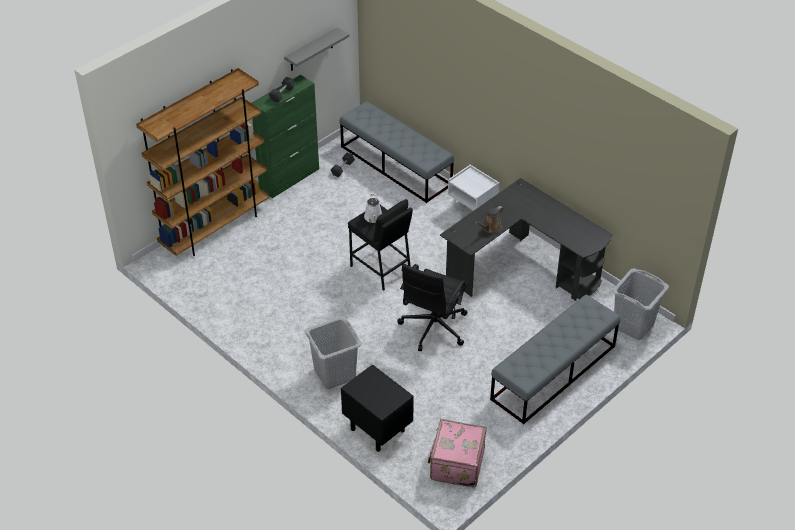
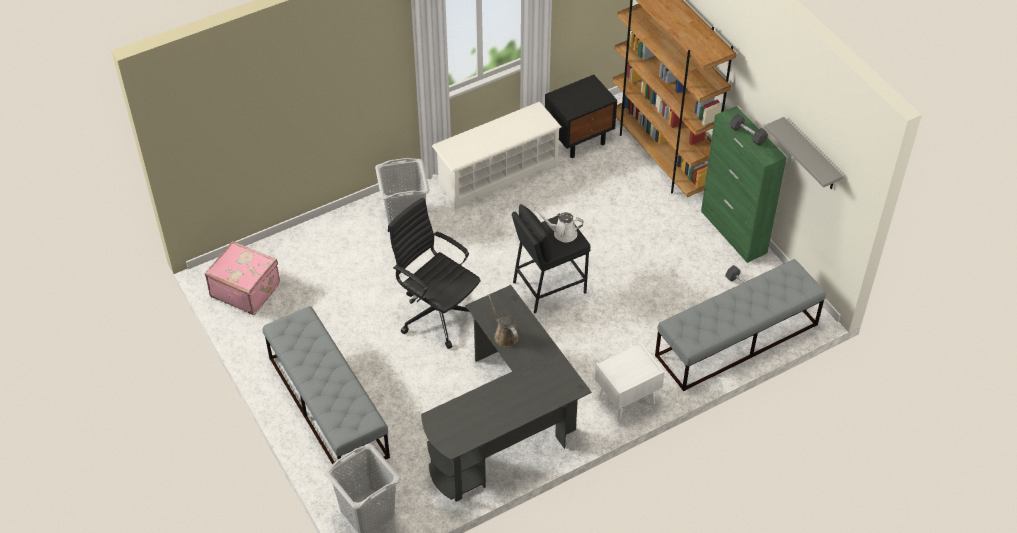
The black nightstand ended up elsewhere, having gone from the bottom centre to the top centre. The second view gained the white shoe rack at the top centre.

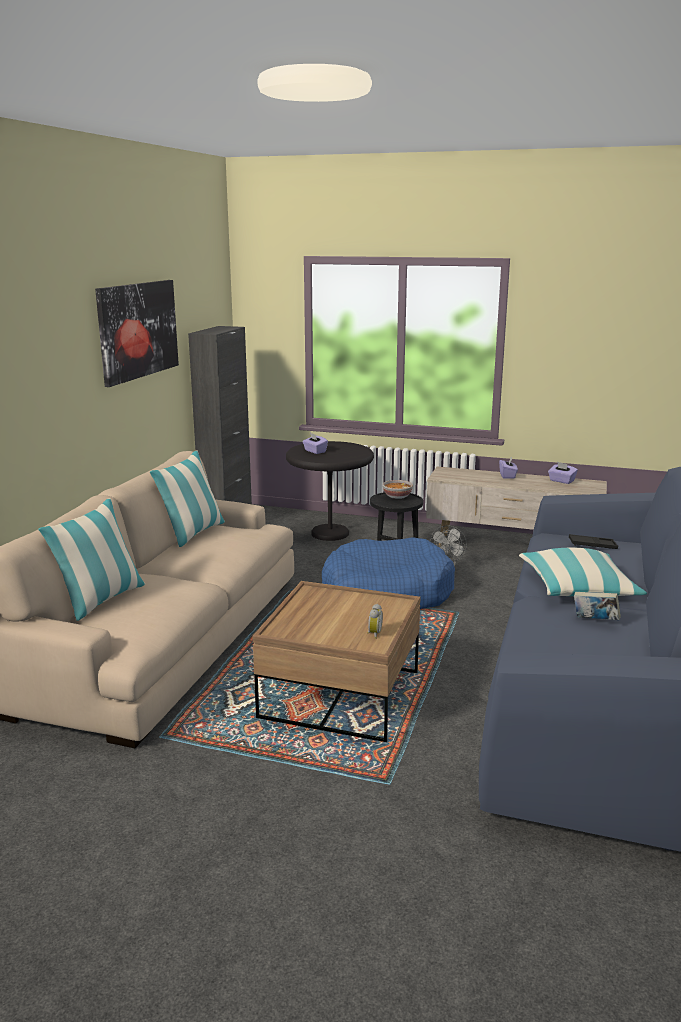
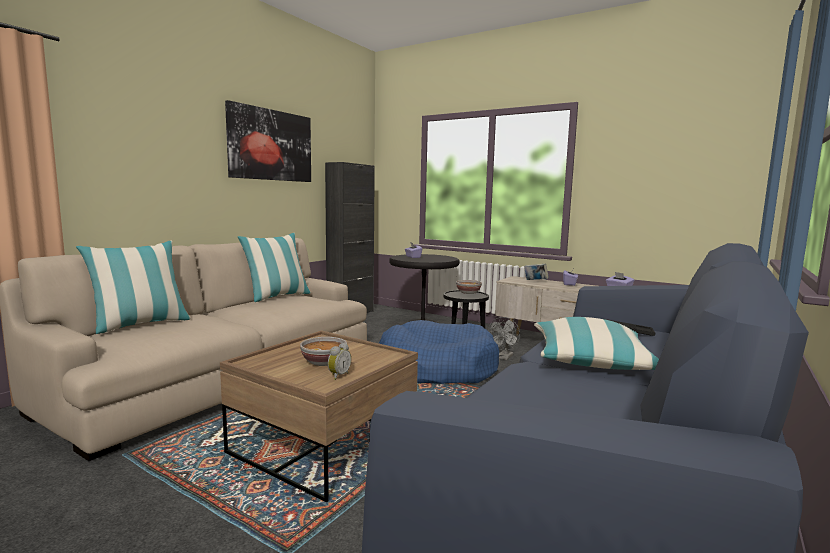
The book ended up elsewhere, having gone from the middle right to the centre. The second view gained the bowl (no. 1 from left) at the centre.

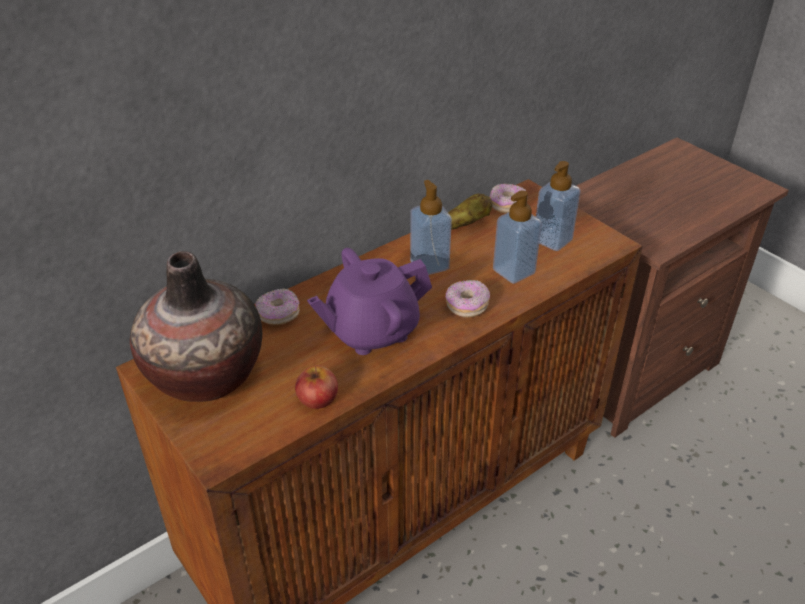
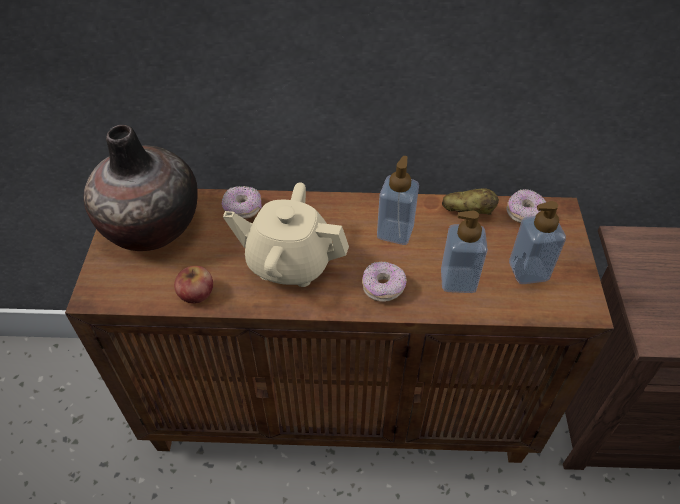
What was the purple teapot at the centre turned into the beige teapot at the centre.

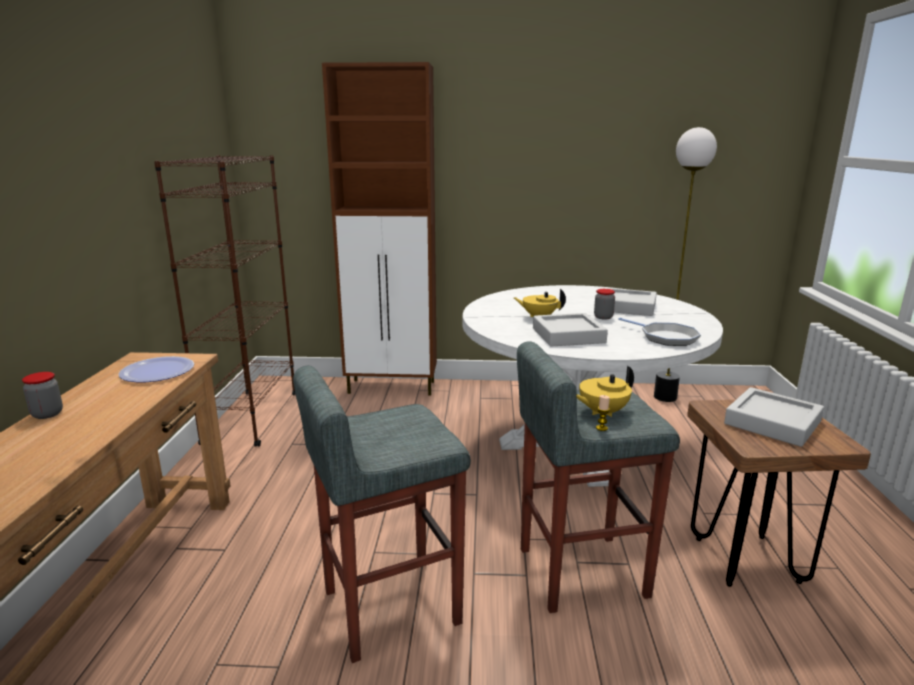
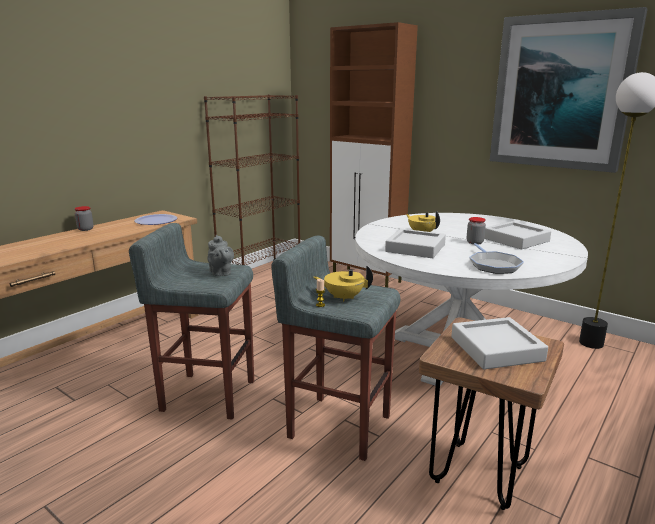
The second view gained the grey teapot at the centre. The second view gained the picture at the top right.

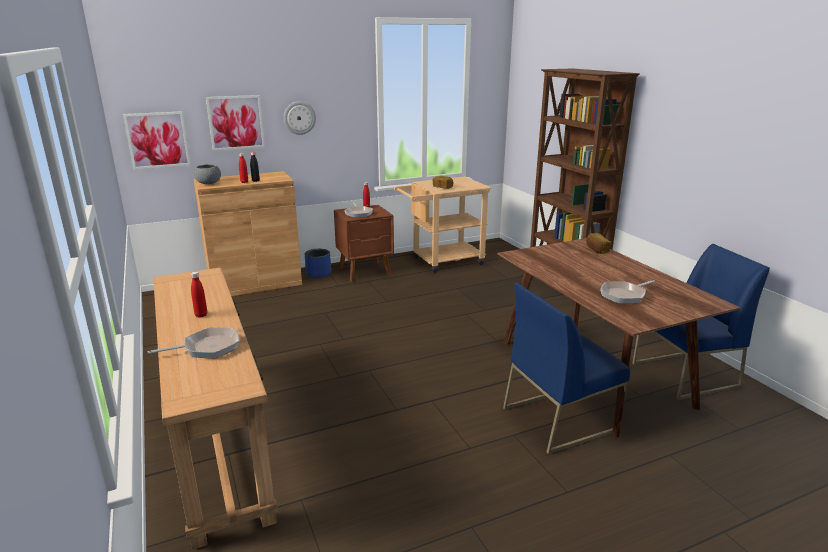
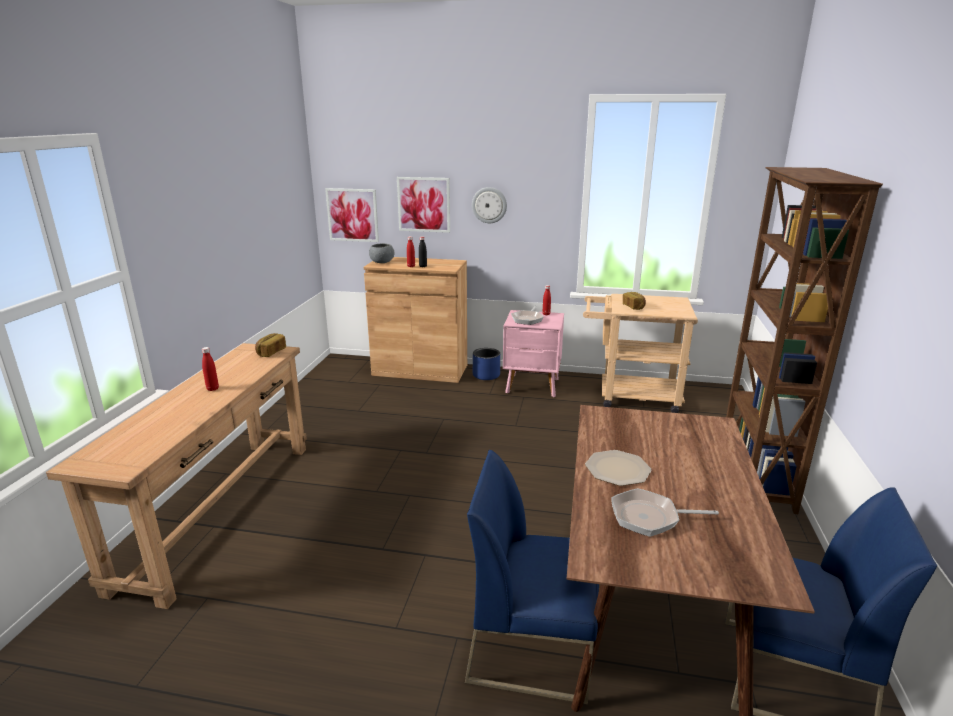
The second view lost the frying pan (no. 1 from left) at the middle left. What was the brown nightstand at the centre turned into the pink nightstand at the centre. The bread (no. 2 from left in the first image) ended up elsewhere, having gone from the middle right to the middle left. The second view gained the plate at the centre.

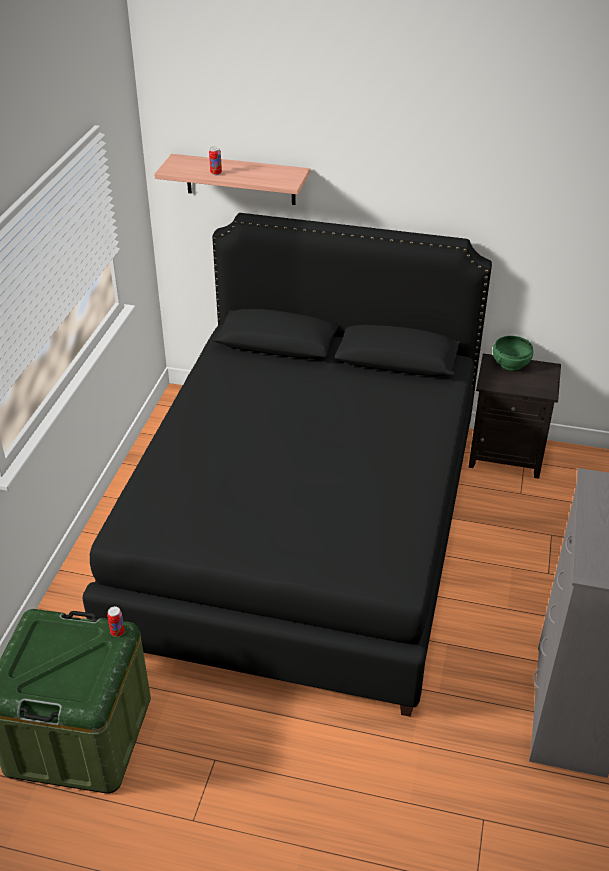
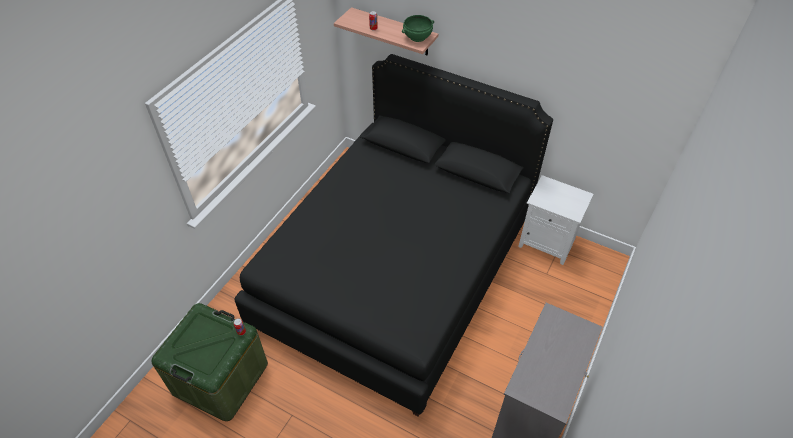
What was the black nightstand at the middle right turned into the white nightstand at the middle right. The green bowl ended up elsewhere, having gone from the middle right to the top centre.

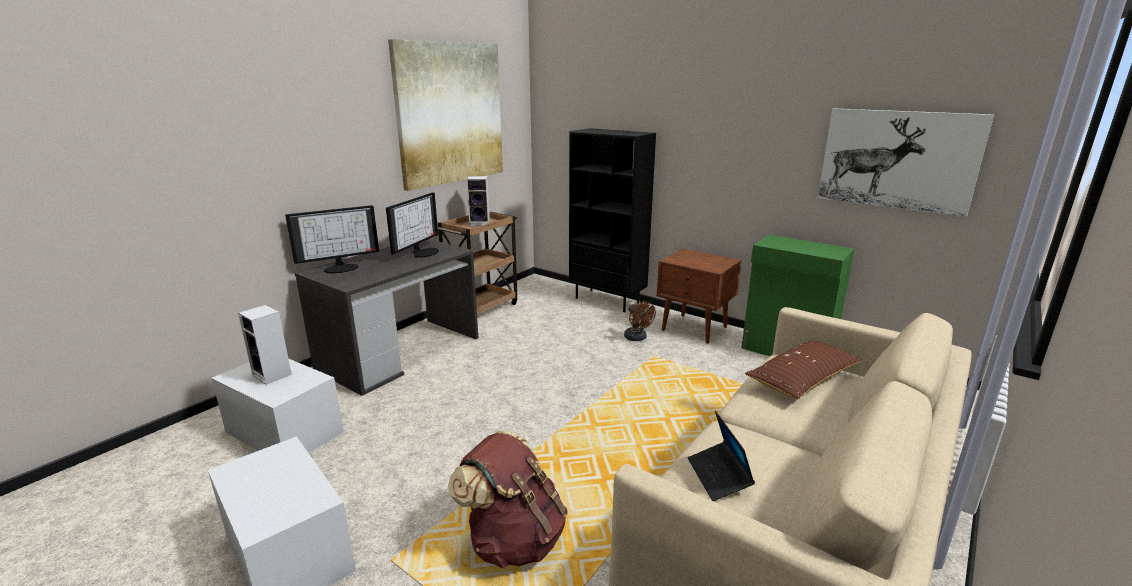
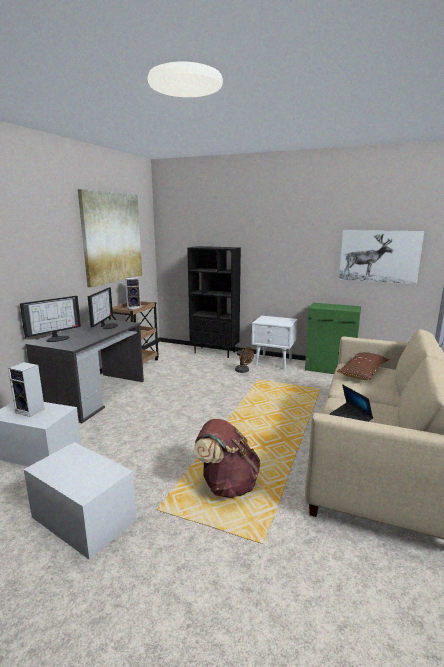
What was the brown nightstand at the centre turned into the white nightstand at the centre.

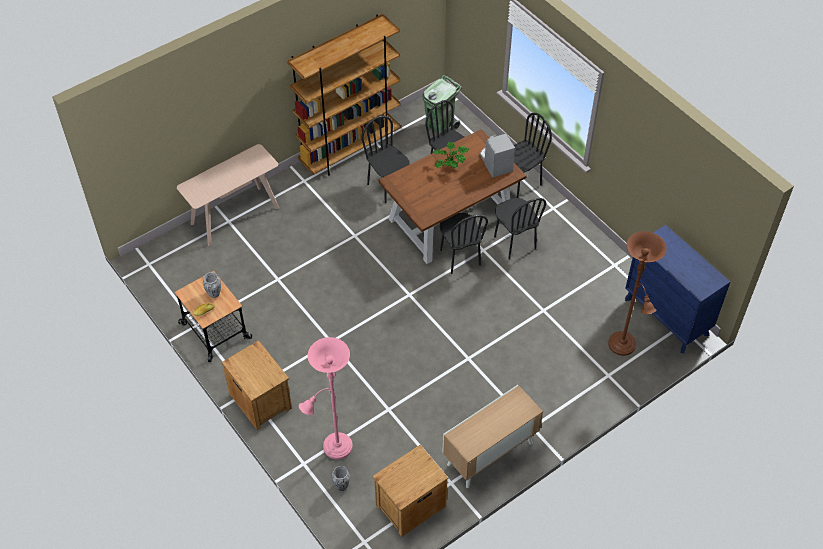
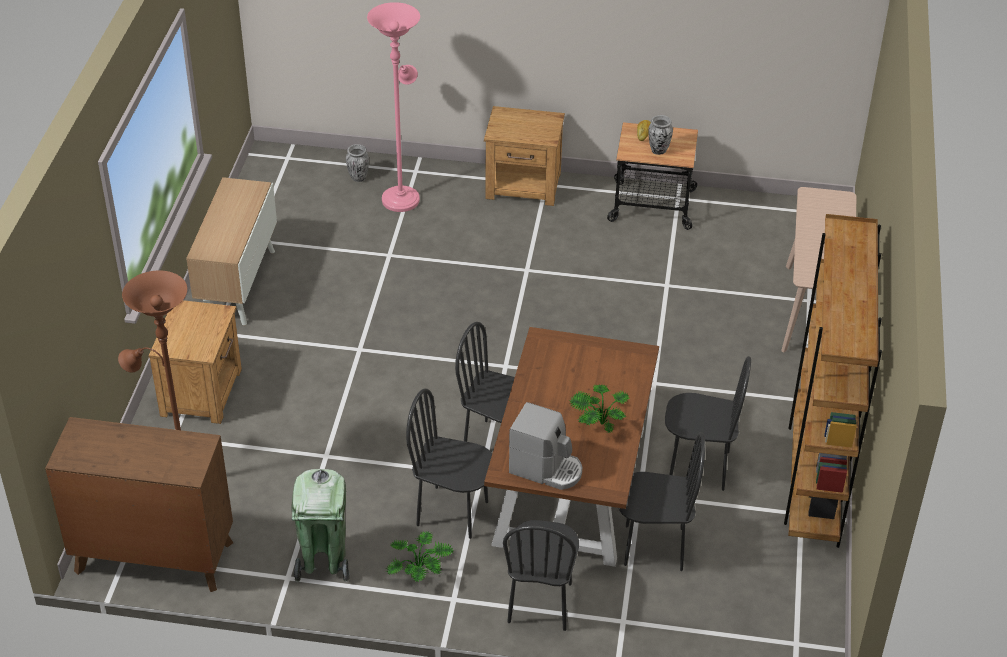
The brown nightstand (no. 2 from left in the first image) ended up elsewhere, having gone from the bottom centre to the middle left. The green trash can ended up elsewhere, having gone from the top centre to the bottom left. What was the blue dresser at the middle right turned into the brown dresser at the bottom left. The second view gained the potted plant (no. 1 from left) at the bottom centre.

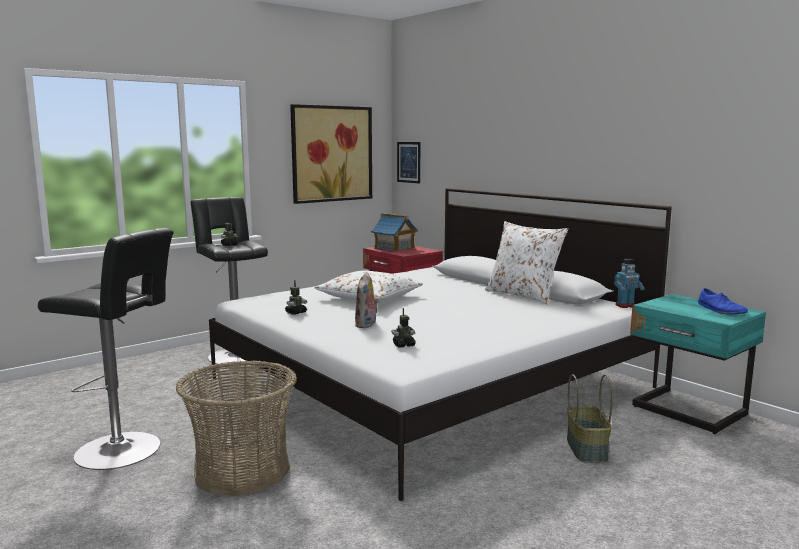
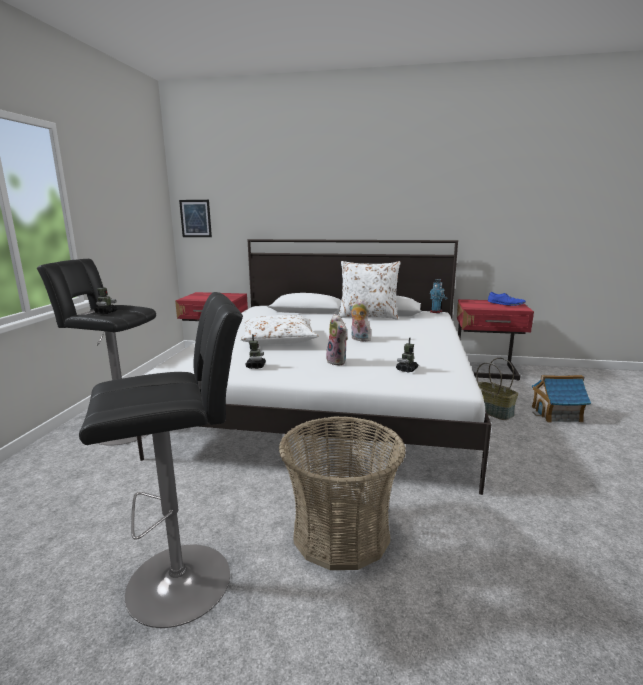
The second view lost the picture (no. 1 from left) at the top centre. The toy house ended up elsewhere, having gone from the centre to the middle right. What was the turquoise nightstand at the middle right turned into the red nightstand (no. 2 from left) at the middle right. The second view gained the plush toy (no. 2 from left) at the centre.

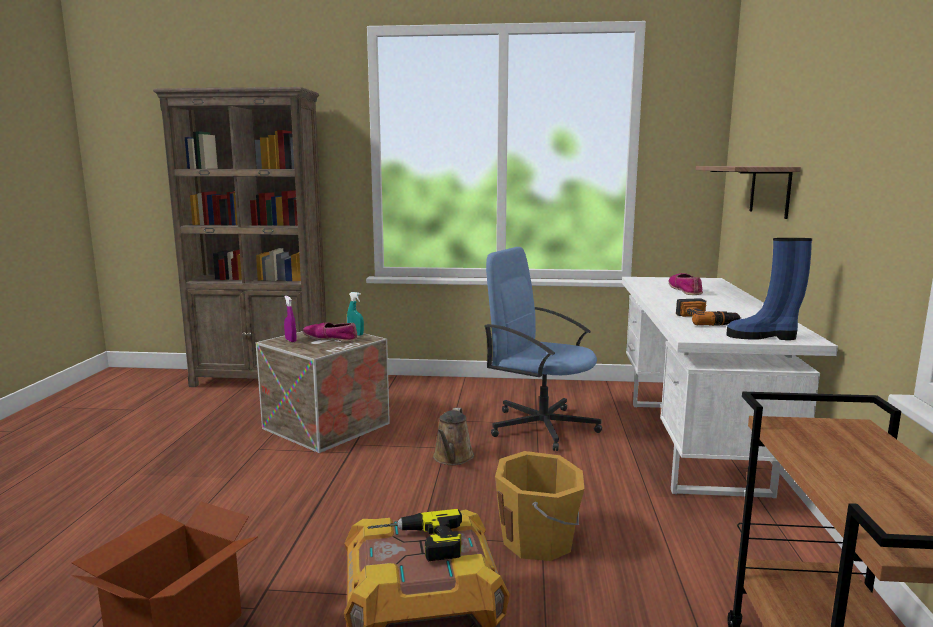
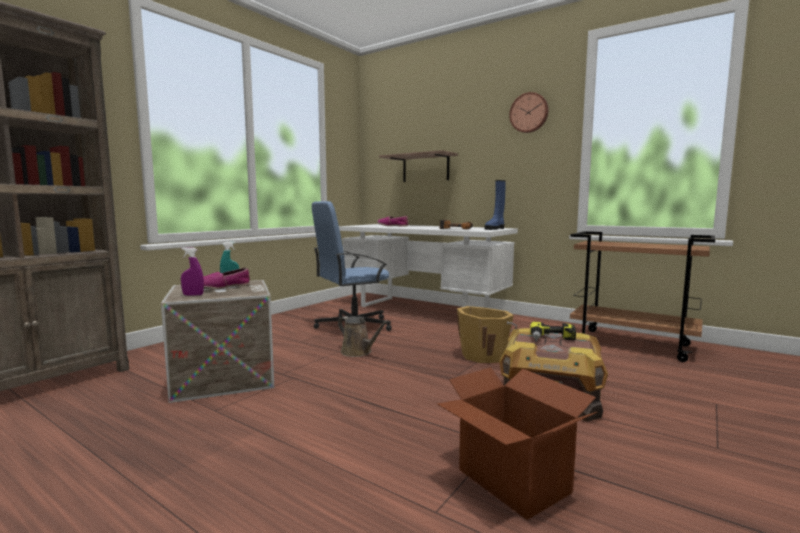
The second view gained the wall clock at the top centre.

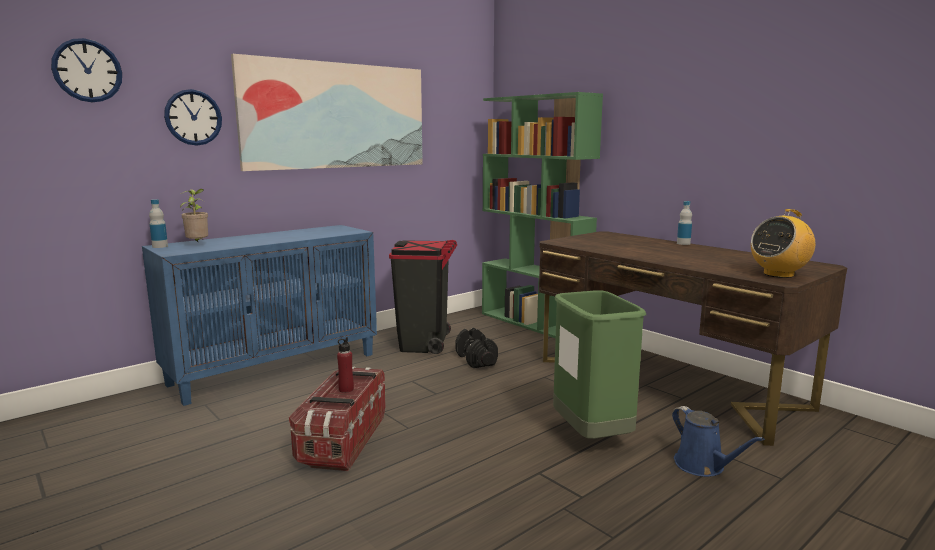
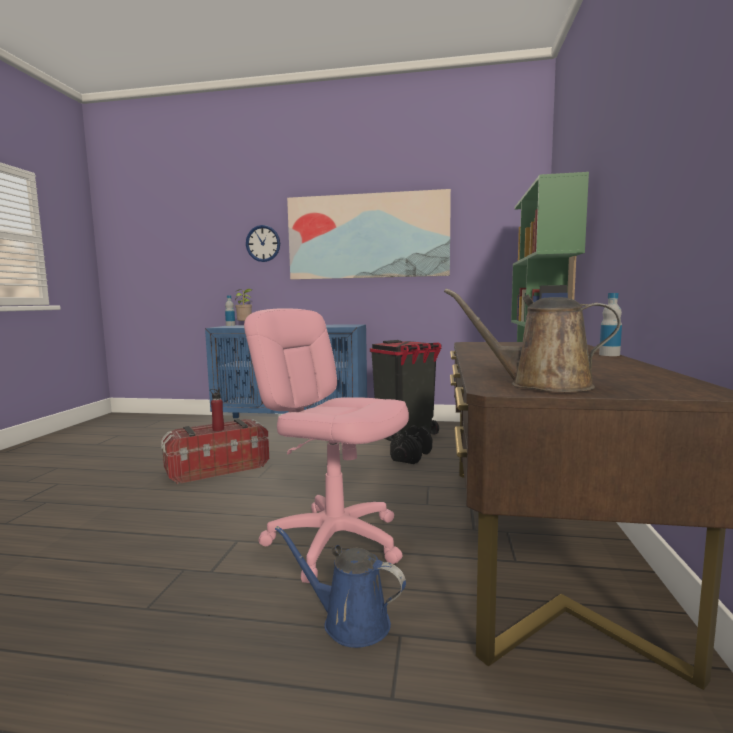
The second view lost the wall clock (no. 1 from left) at the top left. Where the green trash can stood at the centre, the pink office chair came to stand at the centre. The blue watering can at the bottom right ended up facing another way, 90 degrees clockwise from before. Where the radio stood at the middle right, the brown watering can came to stand at the middle right.

